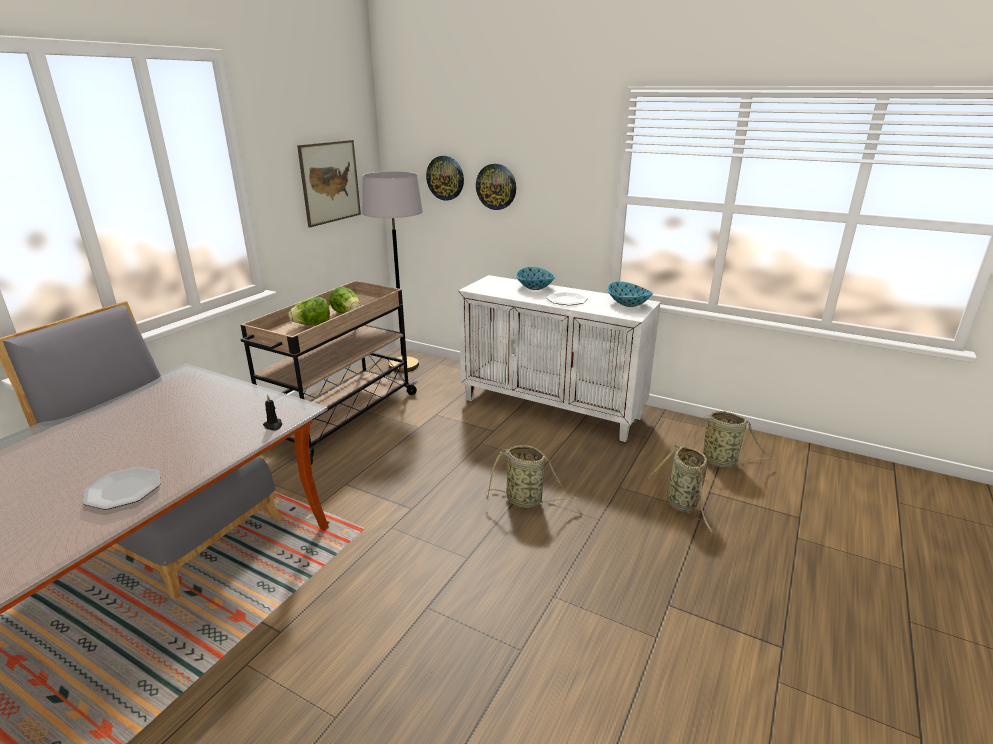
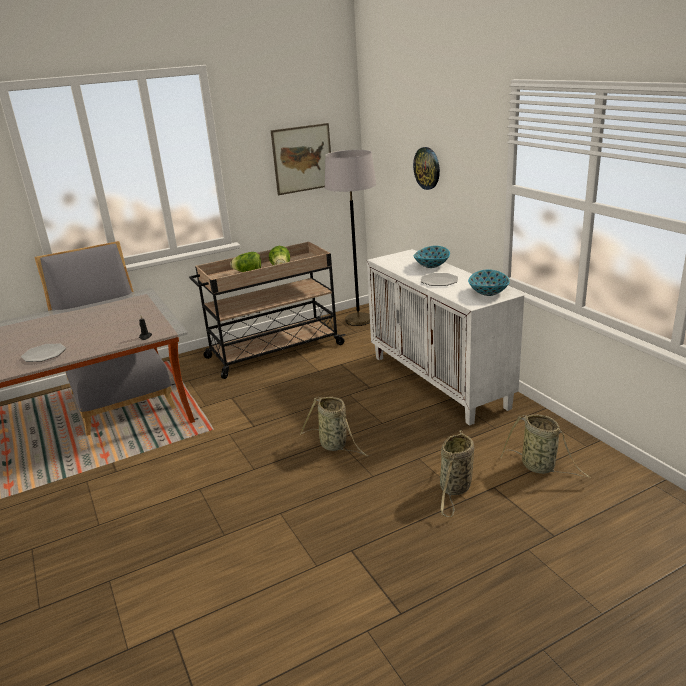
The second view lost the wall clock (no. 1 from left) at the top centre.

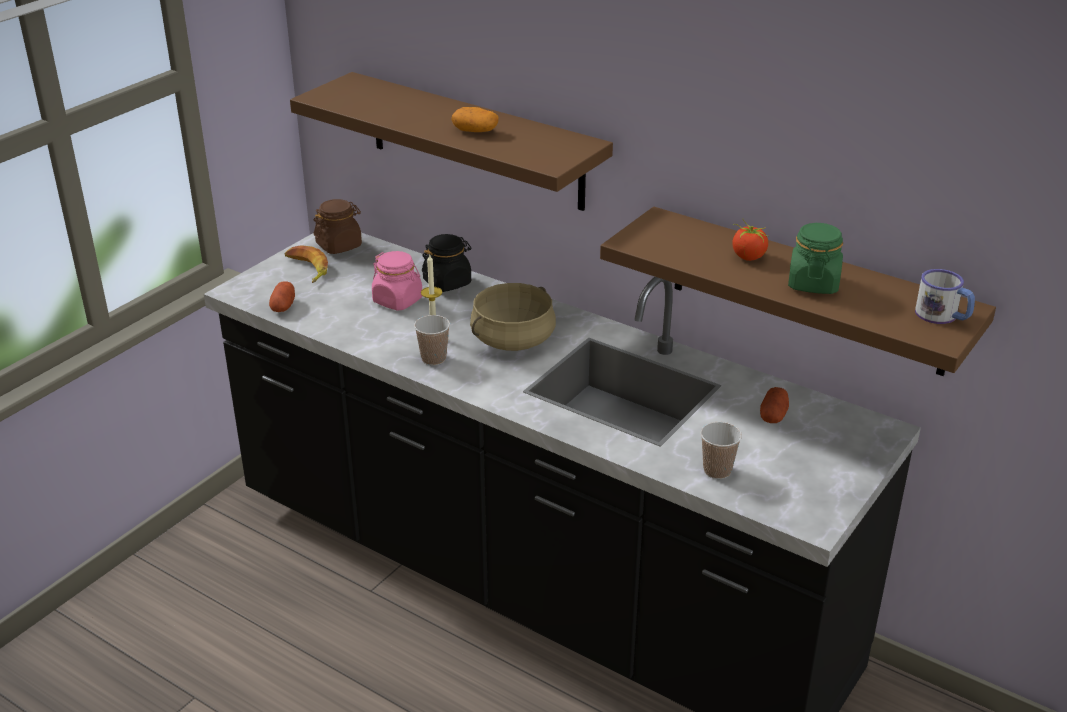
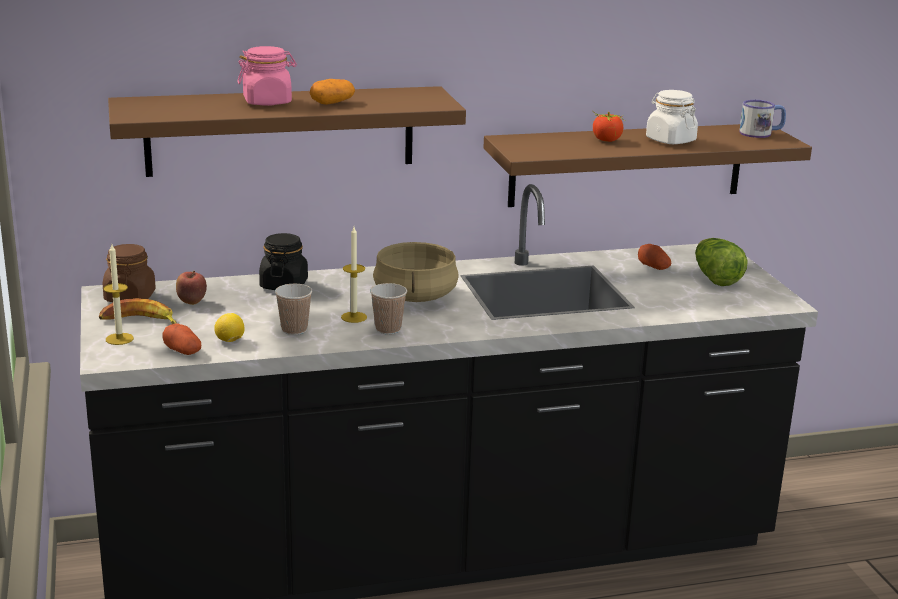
The pink jar ended up elsewhere, having gone from the centre to the top left. The cup (no. 2 from left in the first image) ended up elsewhere, having gone from the middle right to the middle left. What was the green jar at the middle right turned into the white jar at the top right. The second view gained the candle (no. 1 from left) at the middle left. The second view gained the apple at the middle left. The second view gained the lemon at the middle left. The second view gained the lettuce at the middle right.

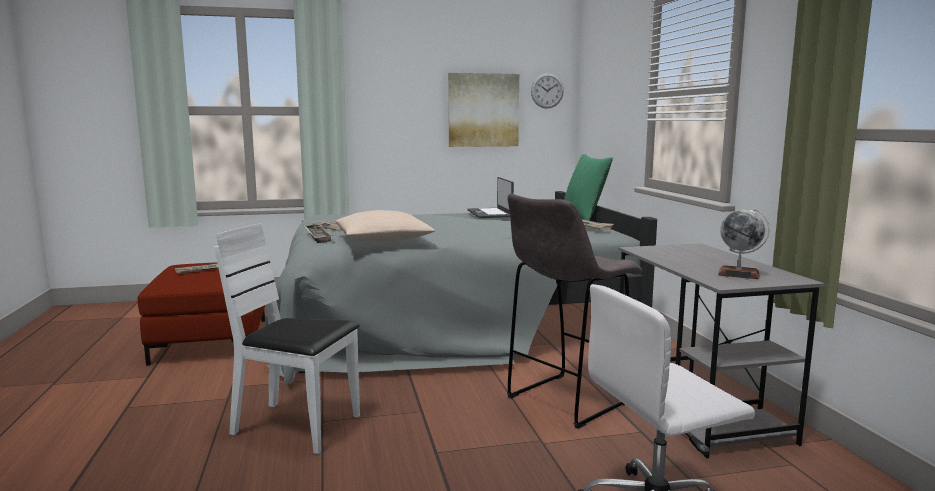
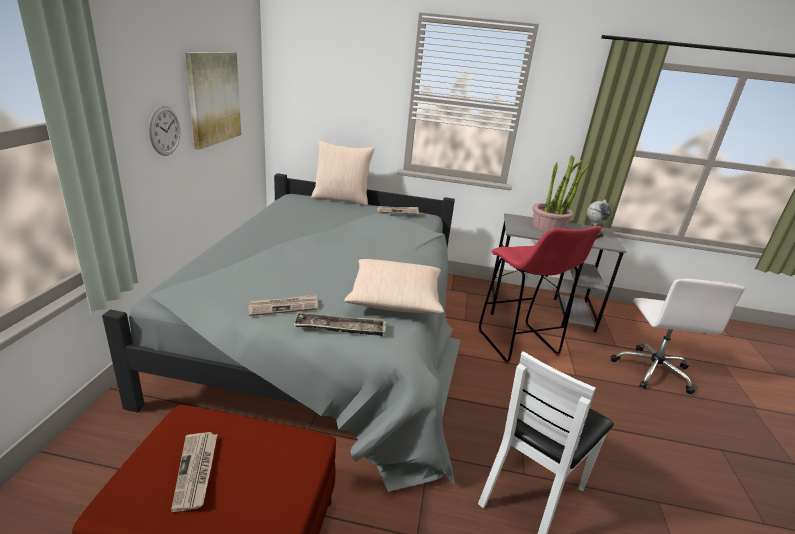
The second view lost the laptop at the centre. What was the grey stool at the centre turned into the red stool at the middle right. The wall clock ended up elsewhere, having gone from the top centre to the top left. What was the green pillow at the centre turned into the beige pillow (no. 1 from left) at the top centre. The second view gained the potted plant at the middle right.

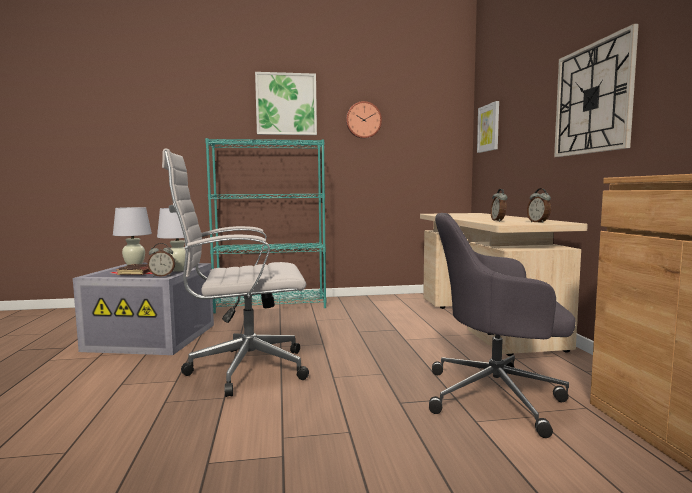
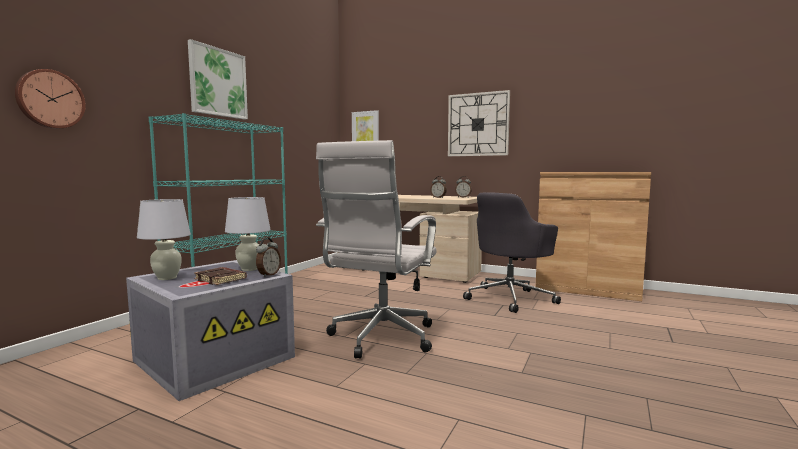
The wall clock (no. 1 from left) ended up elsewhere, having gone from the top centre to the top left.

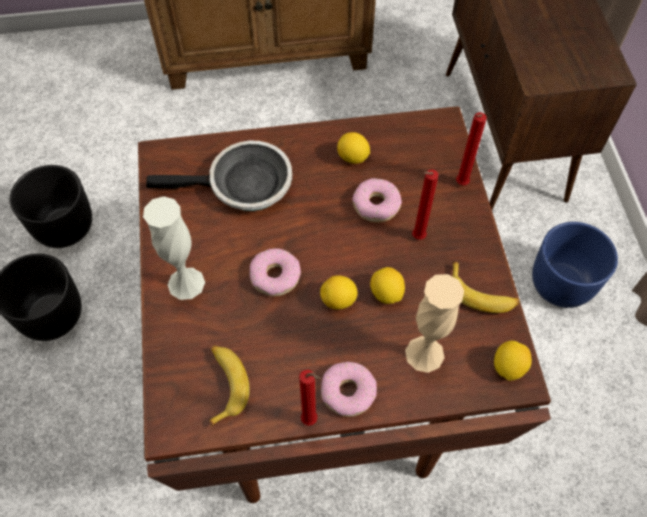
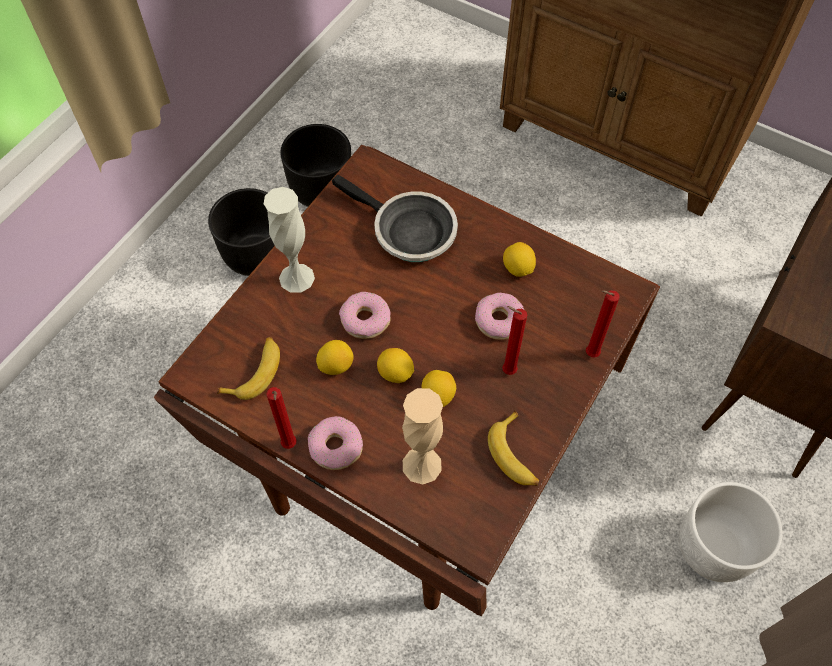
The lemon (no. 4 from left in the first image) ended up elsewhere, having gone from the bottom right to the centre. What was the blue planter at the middle right turned into the white planter at the bottom right.

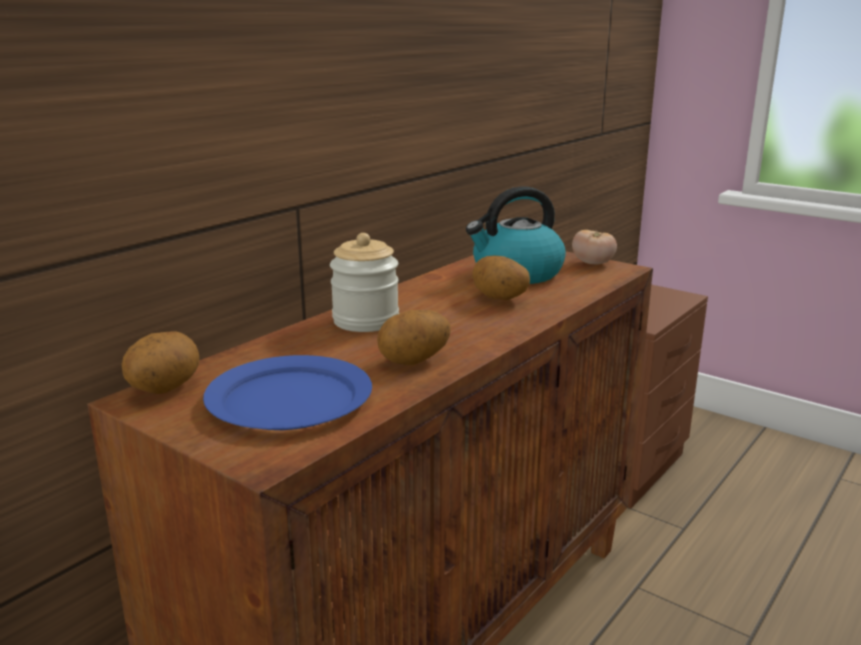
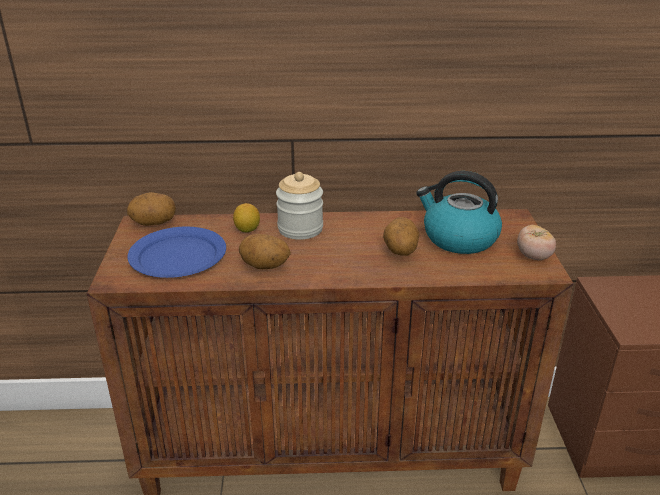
The second view gained the lemon at the centre.

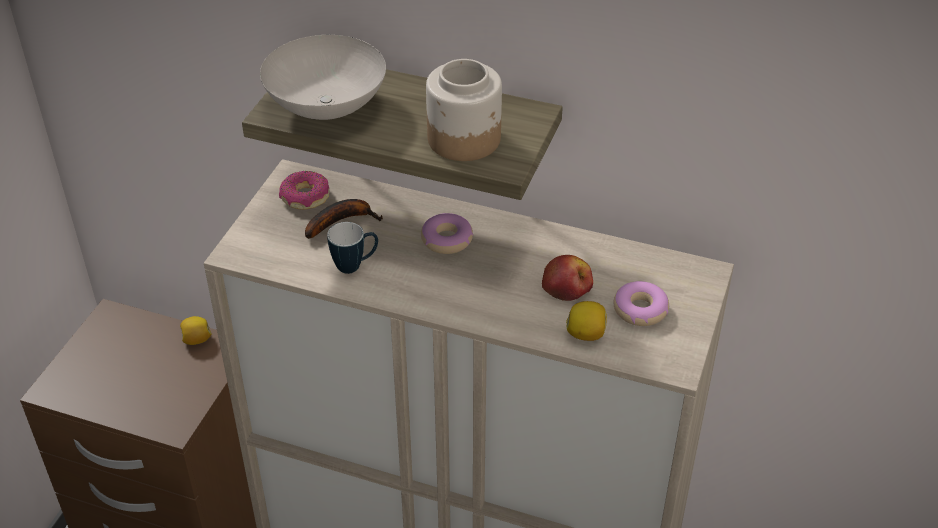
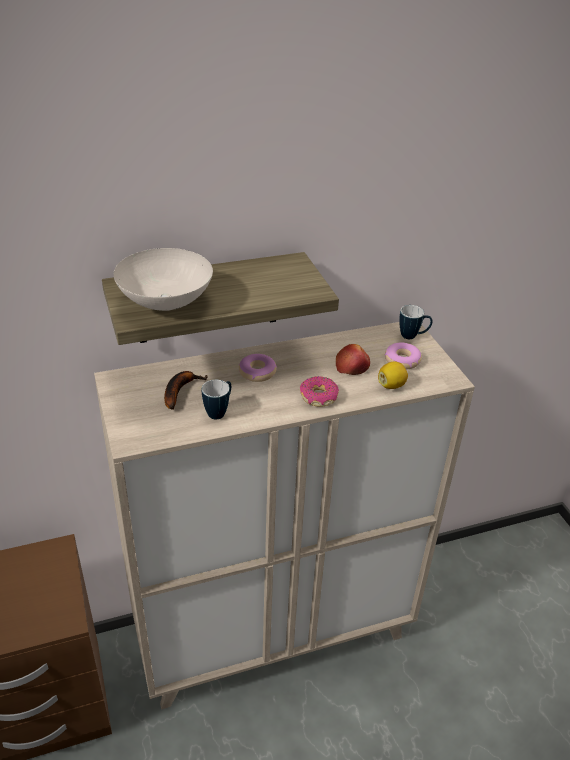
The second view lost the lemon (no. 1 from left) at the middle left. The donut (no. 1 from left in the first image) ended up elsewhere, having gone from the middle left to the centre. The second view lost the jar at the top centre. The second view gained the mug (no. 2 from left) at the middle right.

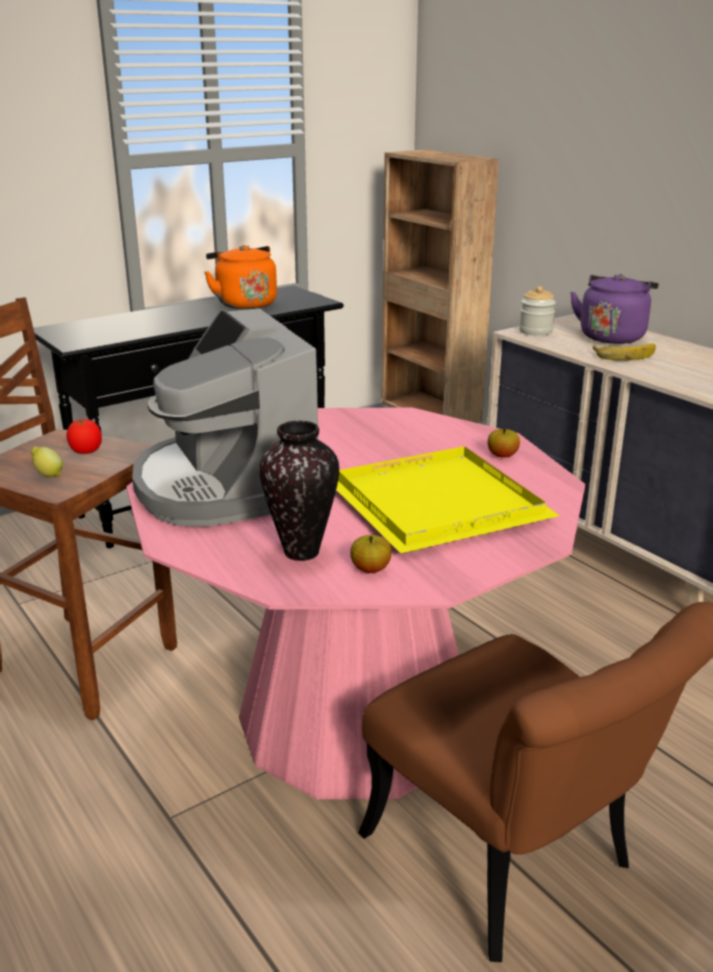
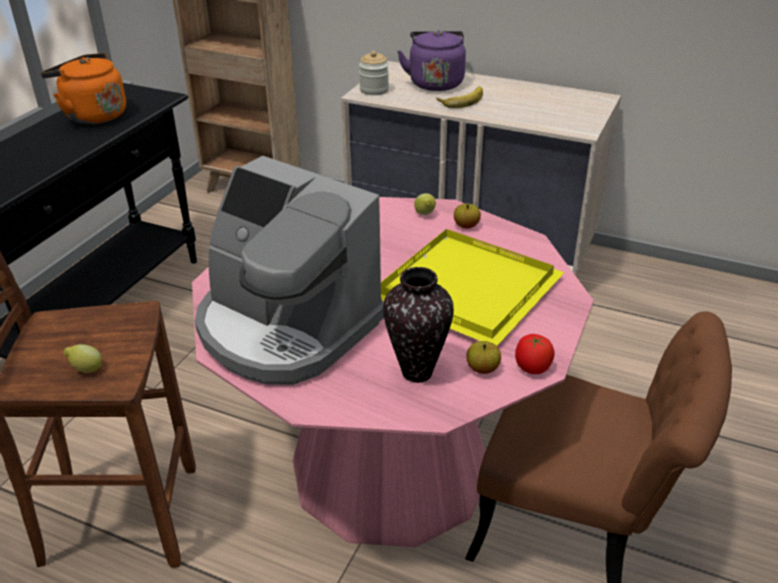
The tomato ended up elsewhere, having gone from the middle left to the middle right. The second view gained the lemon (no. 2 from left) at the centre.

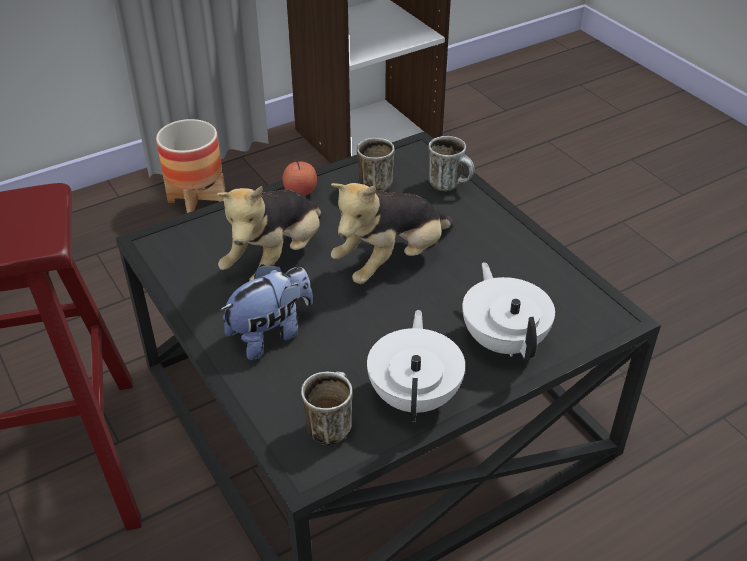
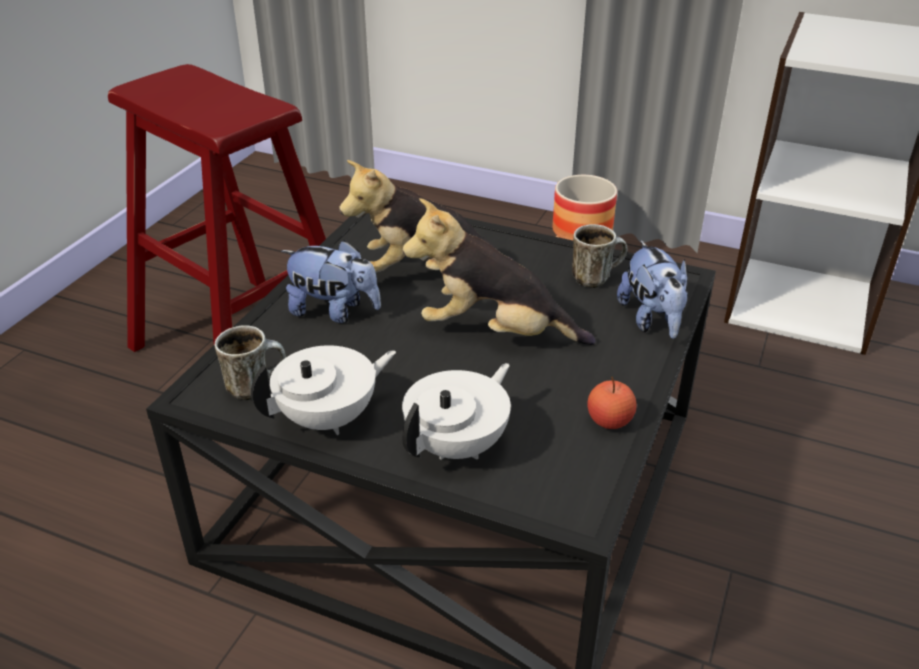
The apple ended up elsewhere, having gone from the top centre to the centre. Where the mug (no. 3 from left) stood at the top centre, the plush toy (no. 4 from left) came to stand at the middle right.

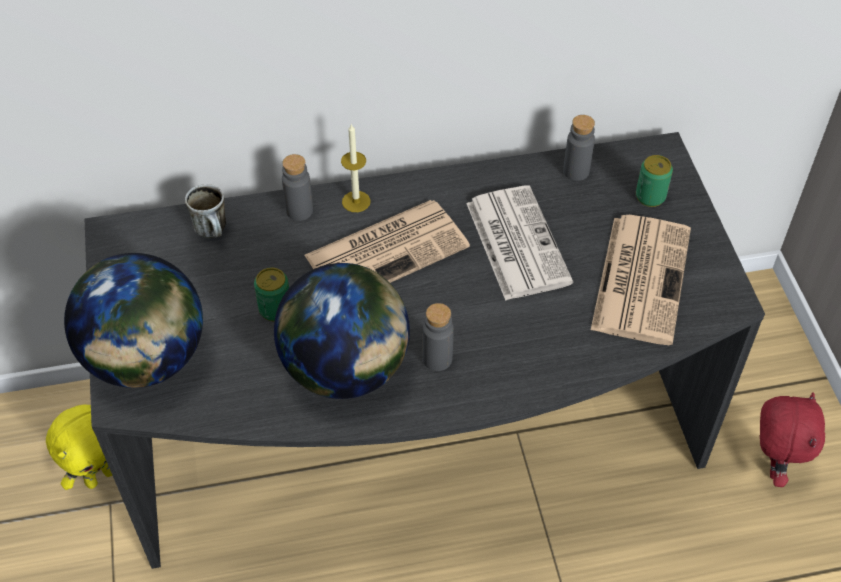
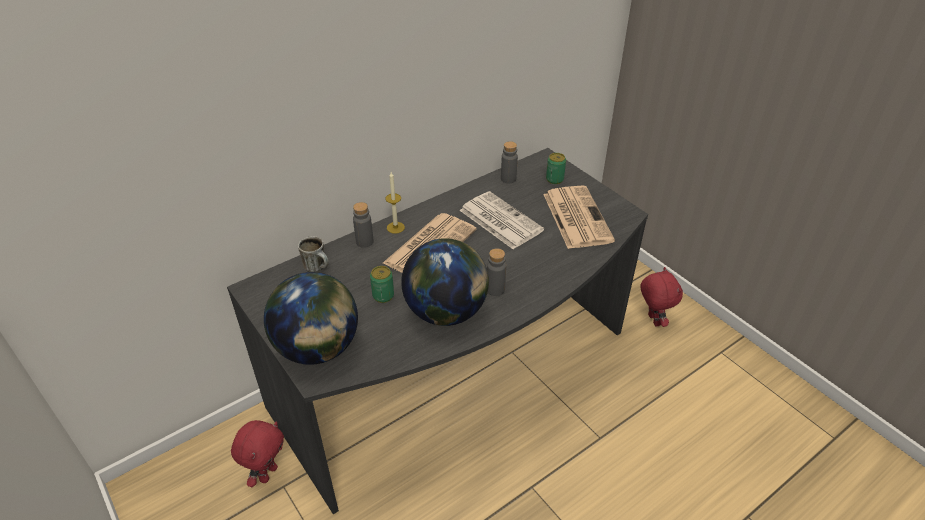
What was the yellow plush toy at the bottom left turned into the red plush toy (no. 1 from left) at the bottom left.

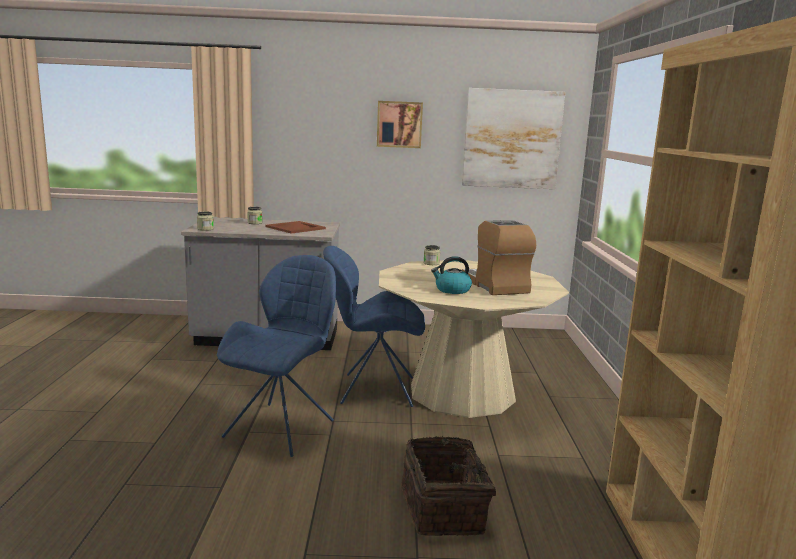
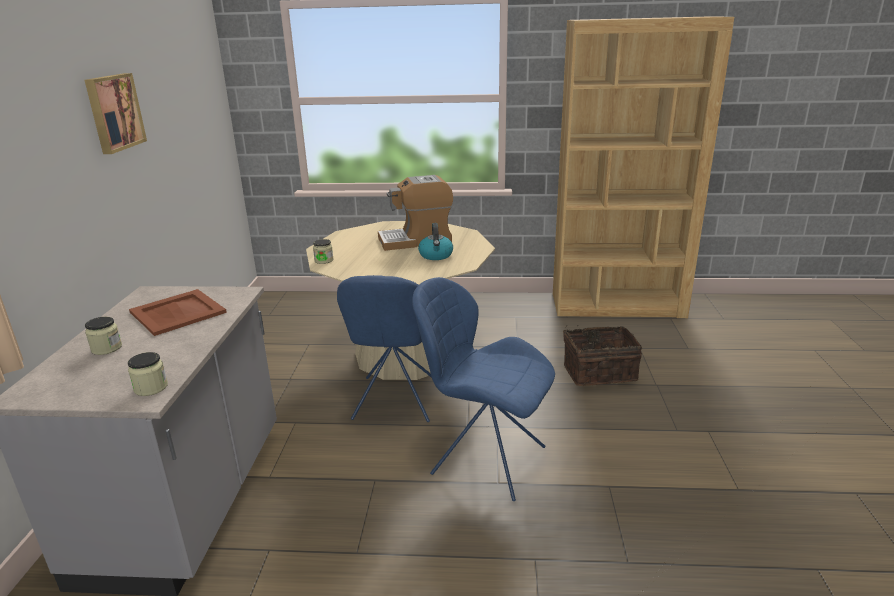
The second view lost the picture (no. 2 from left) at the top centre.

